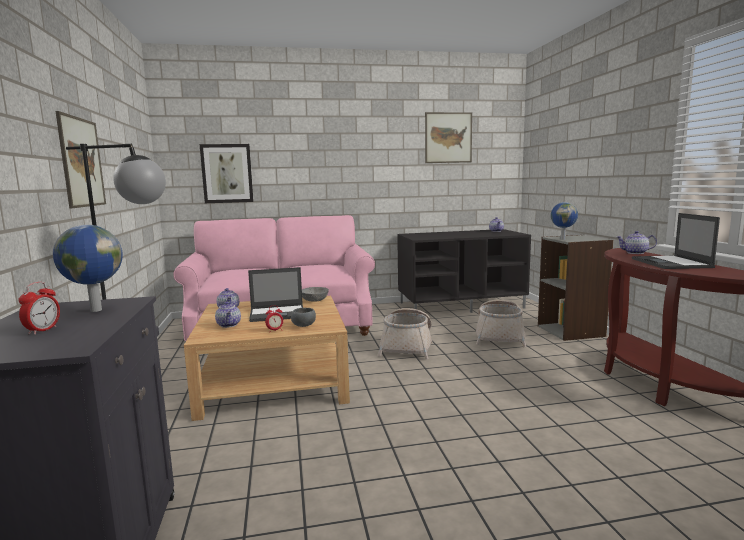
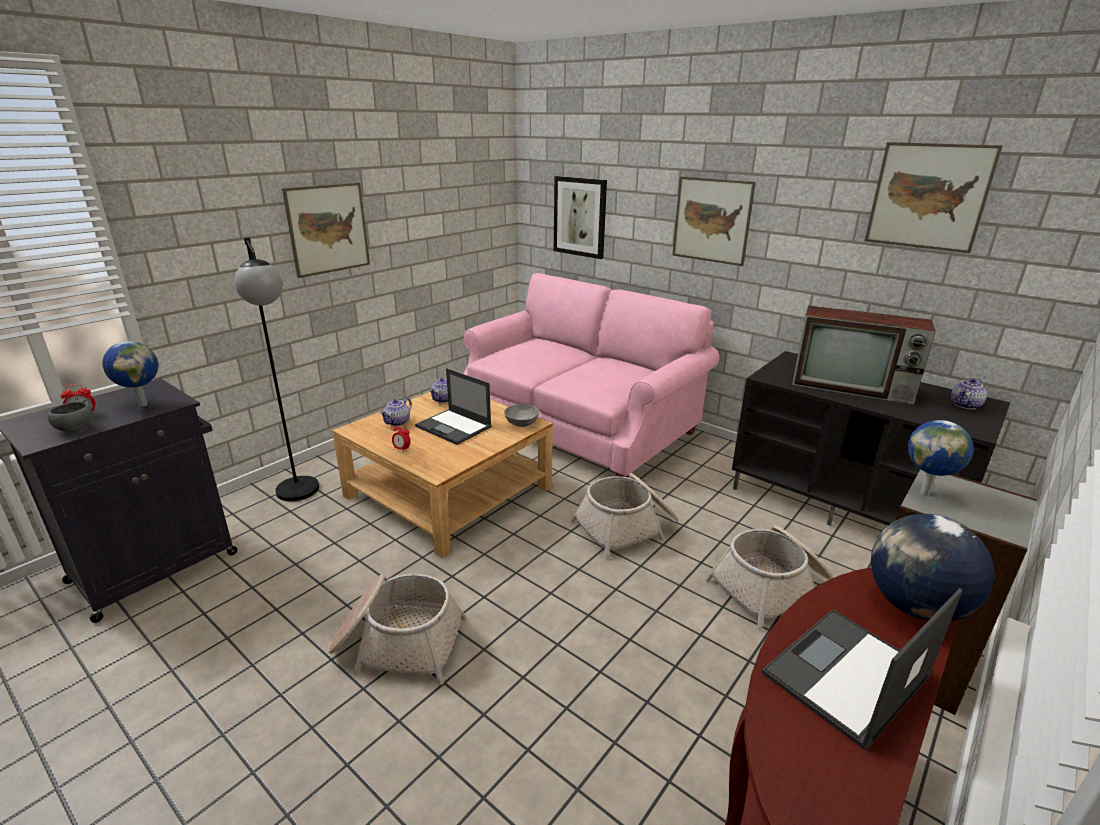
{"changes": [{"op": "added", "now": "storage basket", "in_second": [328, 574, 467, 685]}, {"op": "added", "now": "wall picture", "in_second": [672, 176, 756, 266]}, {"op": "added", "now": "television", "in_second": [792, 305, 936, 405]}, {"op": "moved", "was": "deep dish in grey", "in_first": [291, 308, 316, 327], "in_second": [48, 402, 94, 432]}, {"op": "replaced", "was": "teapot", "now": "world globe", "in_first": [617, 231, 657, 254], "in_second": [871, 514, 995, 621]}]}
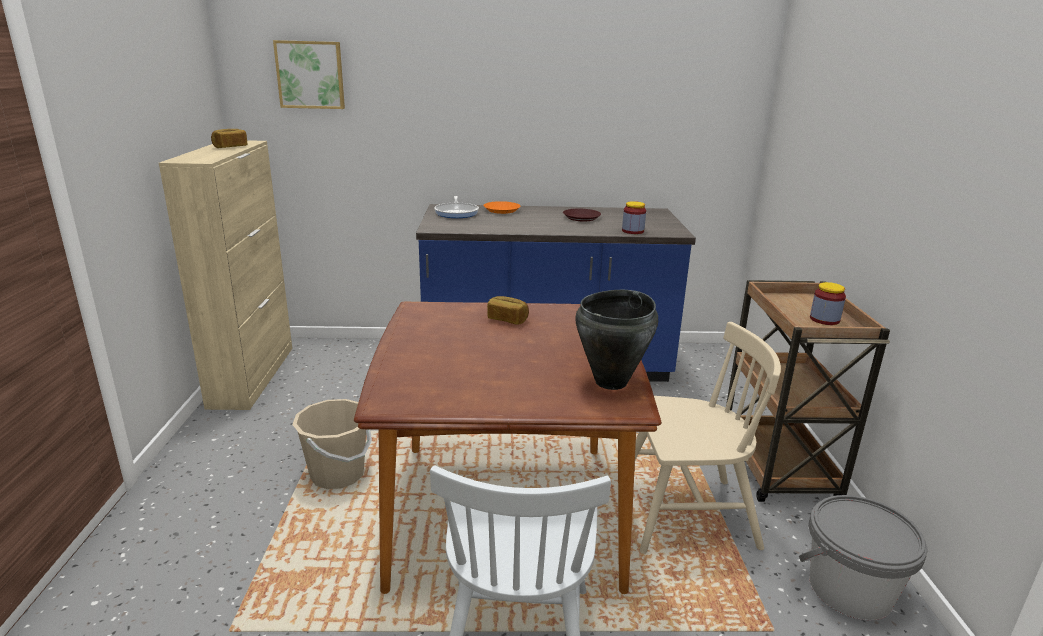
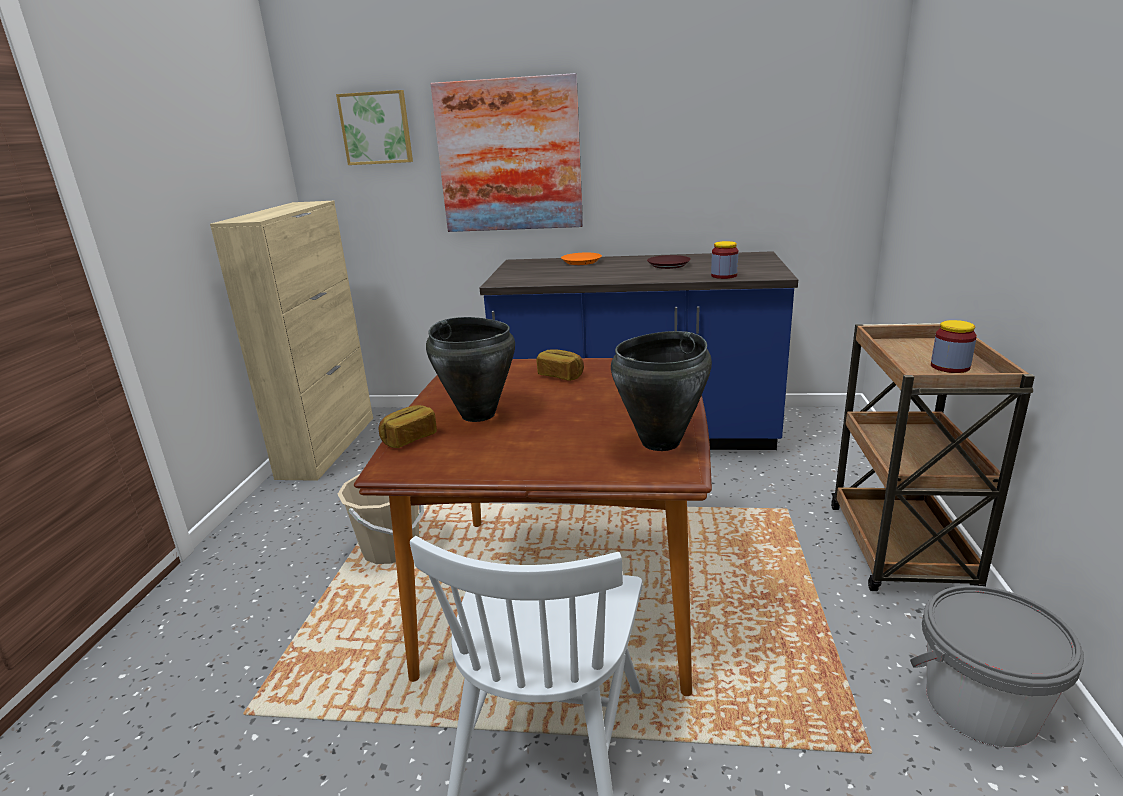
{"changes": [{"op": "removed", "was": "skillet", "in_first": [434, 196, 479, 218]}, {"op": "removed", "was": "plain chair in beige", "in_first": [635, 322, 781, 554]}, {"op": "added", "now": "stockpot in black-coloured", "in_second": [426, 317, 515, 422]}, {"op": "added", "now": "wall picture", "in_second": [431, 73, 583, 232]}, {"op": "moved", "was": "bread", "in_first": [211, 129, 247, 148], "in_second": [379, 405, 437, 448]}]}
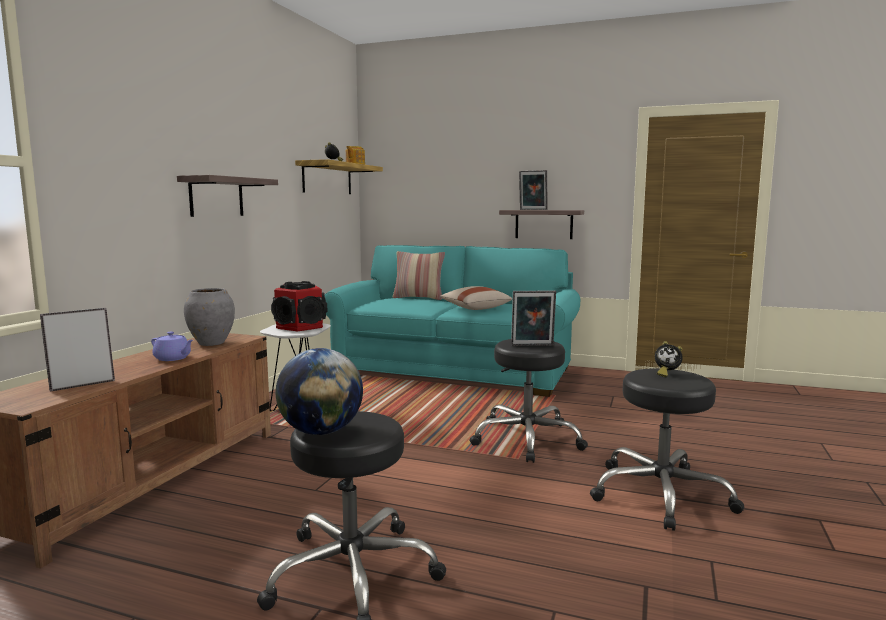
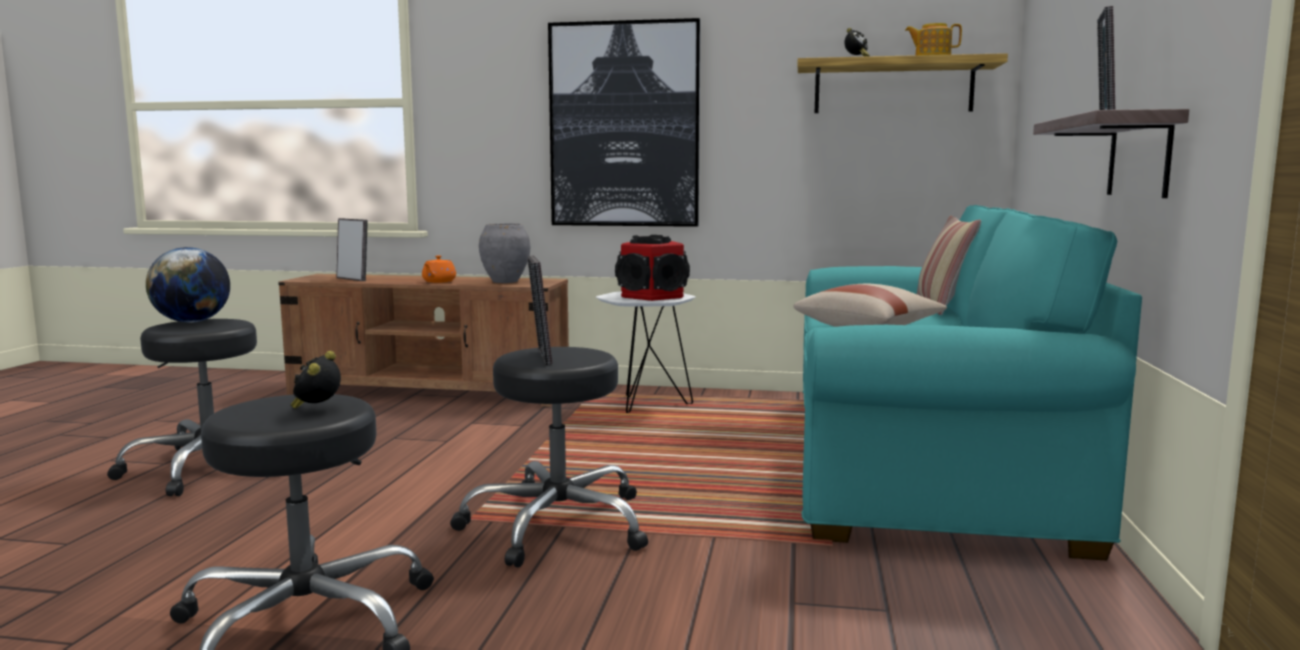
{"changes": [{"op": "replaced", "was": "bracket shelf", "now": "wall picture", "in_first": [177, 175, 278, 217], "in_second": [548, 18, 701, 227]}, {"op": "recoloured", "was": "teapot in purplish", "now": "teapot in orangey", "in_first": [151, 332, 193, 361], "in_second": [422, 255, 456, 283]}]}
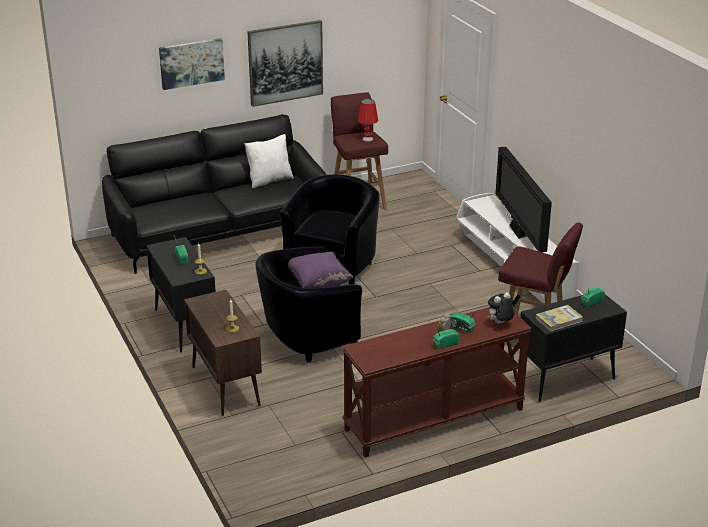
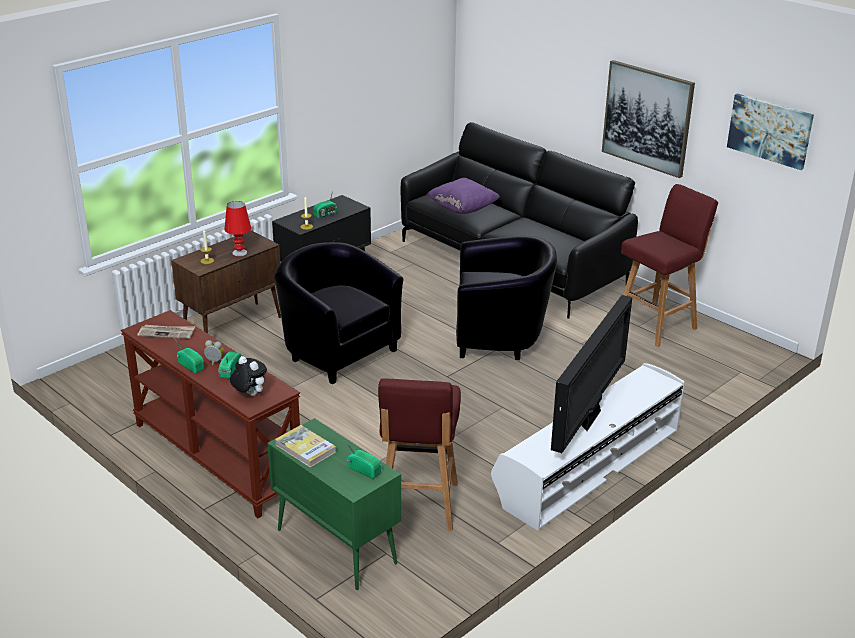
{"changes": [{"op": "removed", "was": "pillow in white", "in_first": [244, 134, 294, 189]}, {"op": "added", "now": "daily paper", "in_second": [137, 325, 195, 339]}, {"op": "moved", "was": "wall picture", "in_first": [159, 38, 225, 90], "in_second": [727, 93, 814, 170]}, {"op": "moved", "was": "pillow in purplish", "in_first": [288, 252, 354, 288], "in_second": [427, 178, 500, 214]}, {"op": "moved", "was": "table lamp in reddish", "in_first": [358, 99, 378, 142], "in_second": [224, 201, 251, 256]}, {"op": "recoloured", "was": "cupboard in black-coloured", "now": "cupboard in green-coloured", "in_first": [518, 294, 627, 402], "in_second": [267, 418, 401, 590]}, {"op": "turned", "was": "television", "in_first": [495, 147, 552, 252], "in_second": [551, 295, 632, 453], "clockwise": 150}]}
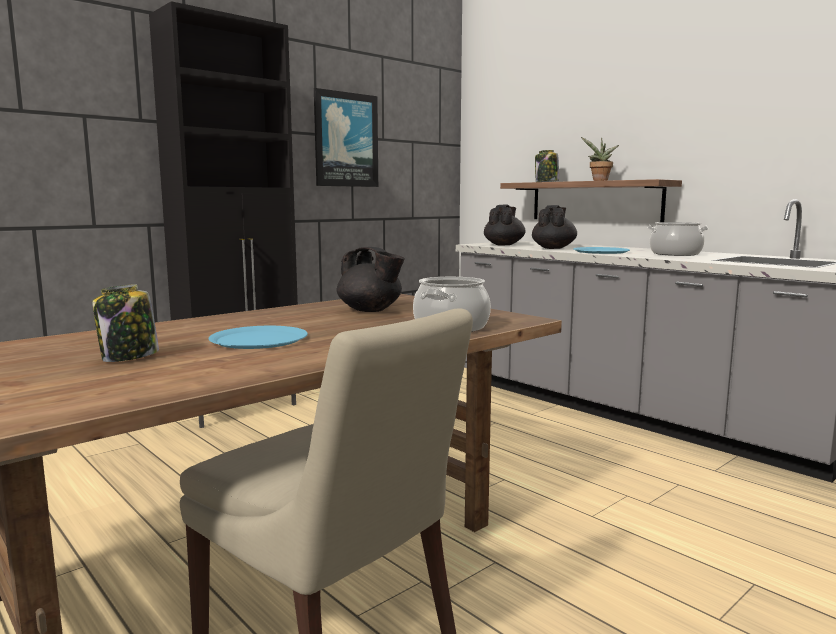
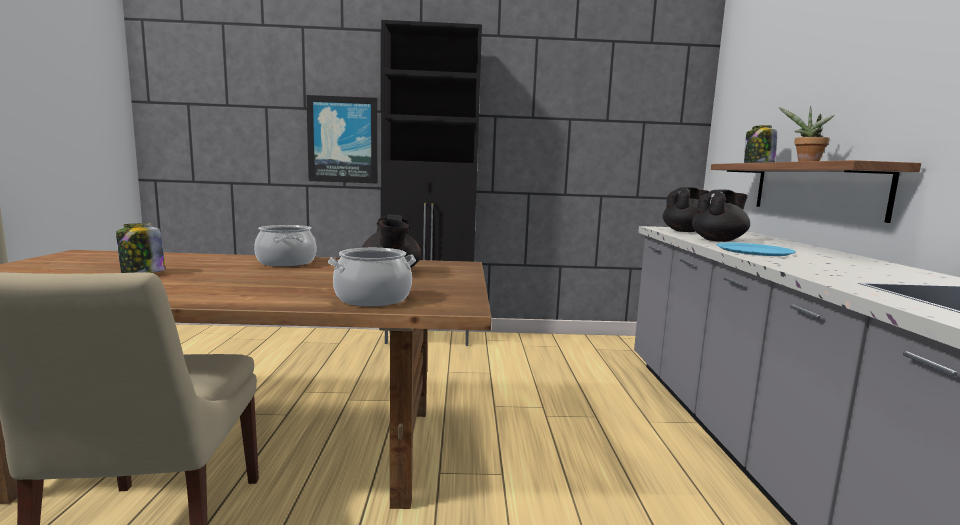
{"changes": [{"op": "removed", "was": "dinner plate in blue", "in_first": [209, 326, 308, 349]}, {"op": "moved", "was": "wall picture", "in_first": [314, 88, 378, 187], "in_second": [306, 95, 378, 183]}, {"op": "moved", "was": "stockpot", "in_first": [648, 222, 708, 256], "in_second": [254, 225, 316, 267]}]}
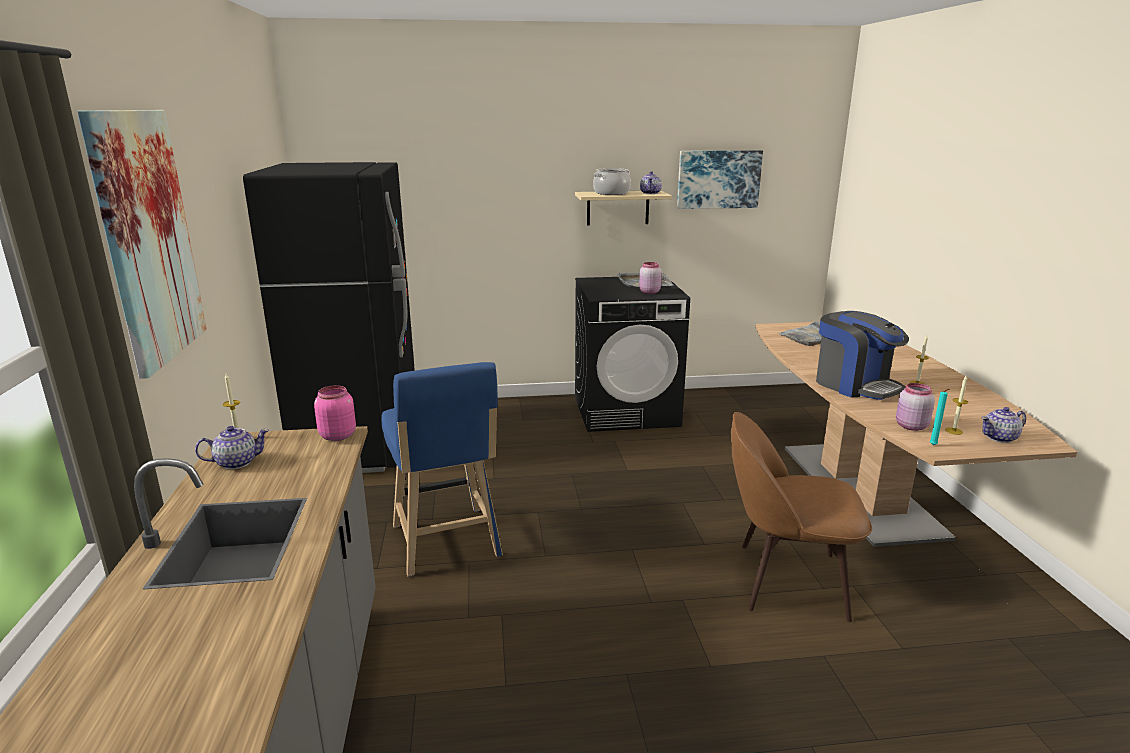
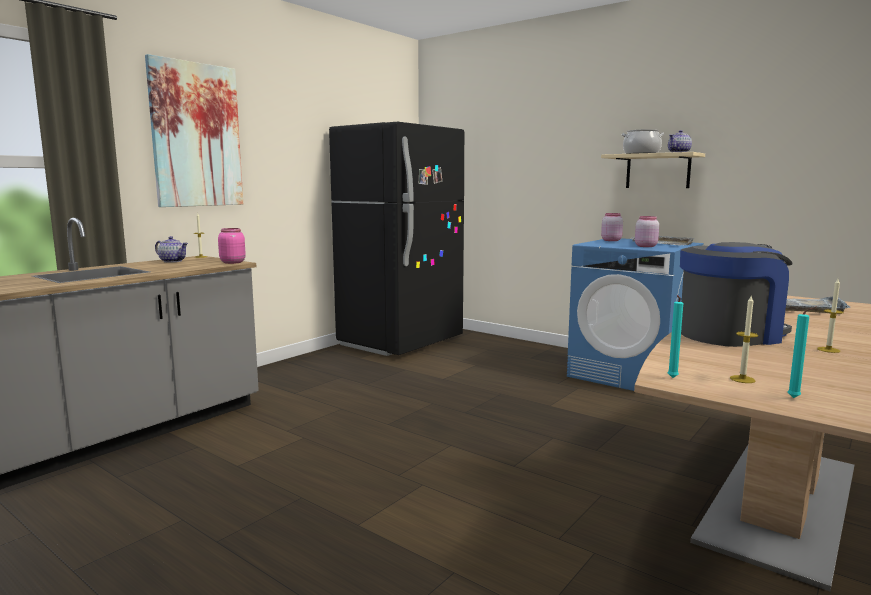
{"changes": [{"op": "removed", "was": "stool seat in blue", "in_first": [381, 362, 503, 577]}, {"op": "removed", "was": "wall picture", "in_first": [677, 150, 763, 209]}, {"op": "removed", "was": "plain chair in brown-coloured", "in_first": [731, 412, 872, 622]}, {"op": "moved", "was": "jar in pinkish", "in_first": [896, 383, 935, 431], "in_second": [601, 213, 623, 241]}, {"op": "replaced", "was": "teapot", "now": "wax candle in blue-green", "in_first": [982, 407, 1026, 443], "in_second": [788, 307, 816, 398]}, {"op": "recoloured", "was": "laundry machine in black-coloured", "now": "laundry machine in blue", "in_first": [575, 277, 690, 432], "in_second": [567, 238, 704, 391]}, {"op": "turned", "was": "coffee brewer", "in_first": [816, 311, 909, 400], "in_second": [680, 242, 793, 347], "clockwise": -120}]}
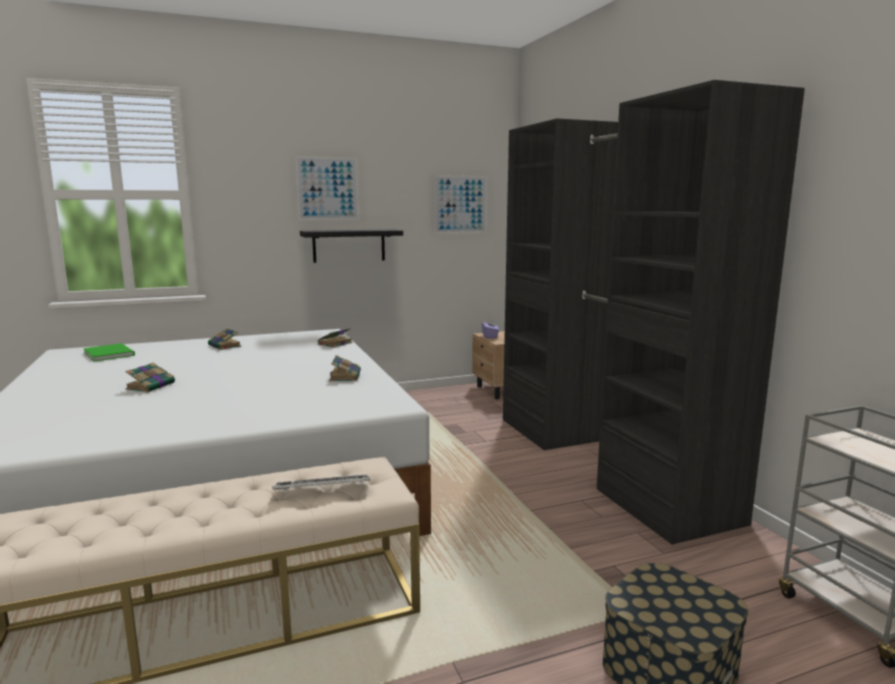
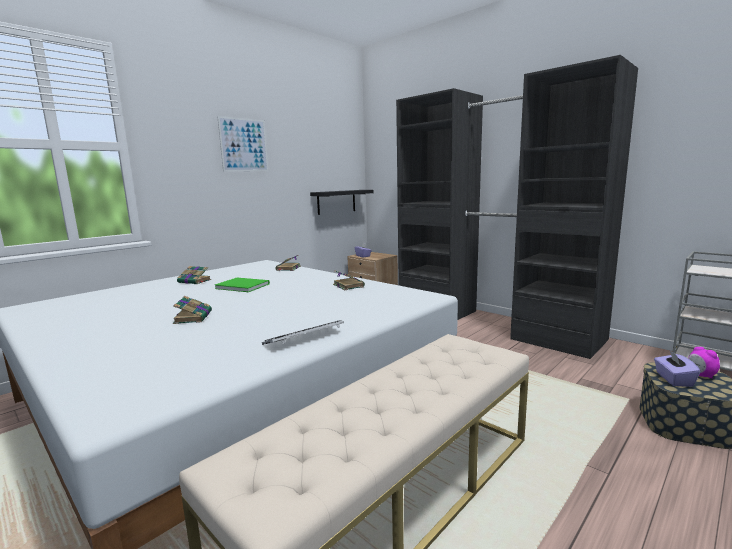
{"changes": [{"op": "removed", "was": "wall picture", "in_first": [434, 175, 487, 234]}, {"op": "added", "now": "tissue holder in purplish", "in_second": [654, 350, 701, 387]}, {"op": "added", "now": "bedside clock", "in_second": [688, 347, 720, 379]}, {"op": "moved", "was": "volume in green-coloured", "in_first": [83, 343, 135, 362], "in_second": [215, 278, 270, 292]}, {"op": "moved", "was": "computer keyboard", "in_first": [272, 475, 370, 493], "in_second": [262, 320, 344, 345]}, {"op": "moved", "was": "bracket shelf in black-coloured", "in_first": [300, 229, 403, 263], "in_second": [310, 190, 374, 215]}]}
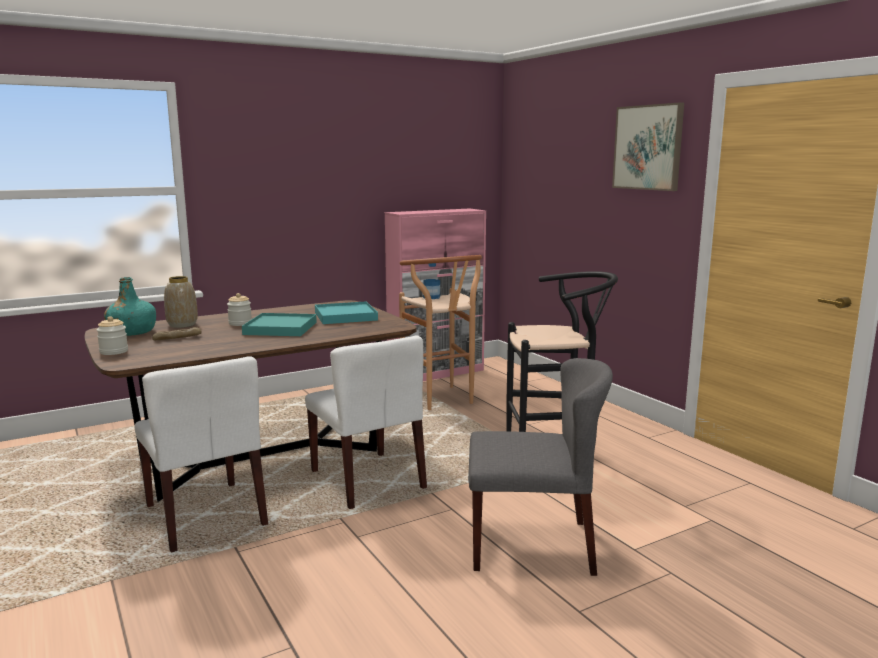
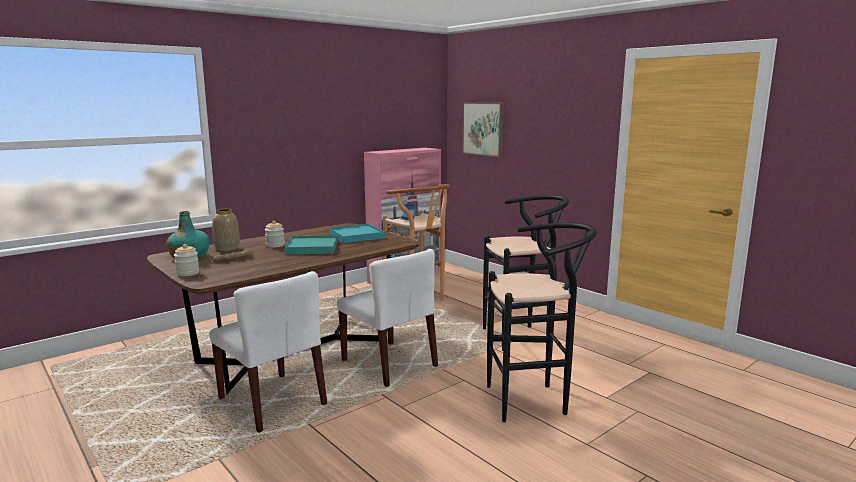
{"changes": [{"op": "moved", "was": "wall picture", "in_first": [612, 102, 684, 191], "in_second": [462, 102, 504, 157]}, {"op": "replaced", "was": "plain chair in grey", "now": "stool seat in black-coloured", "in_first": [468, 358, 613, 576], "in_second": [487, 223, 597, 422]}]}
